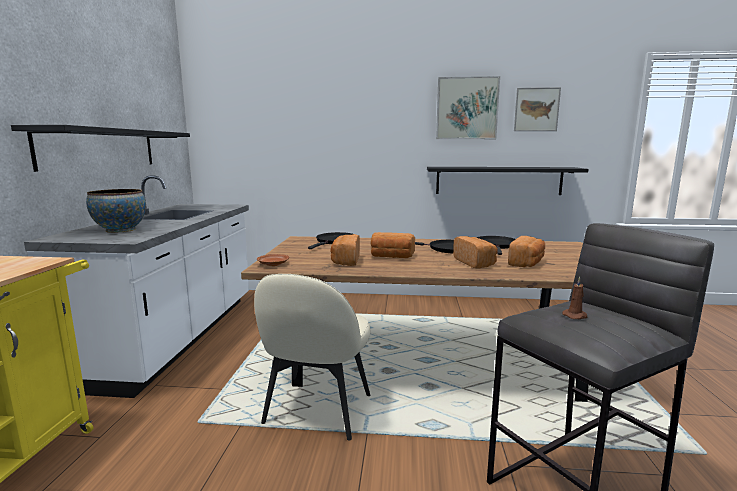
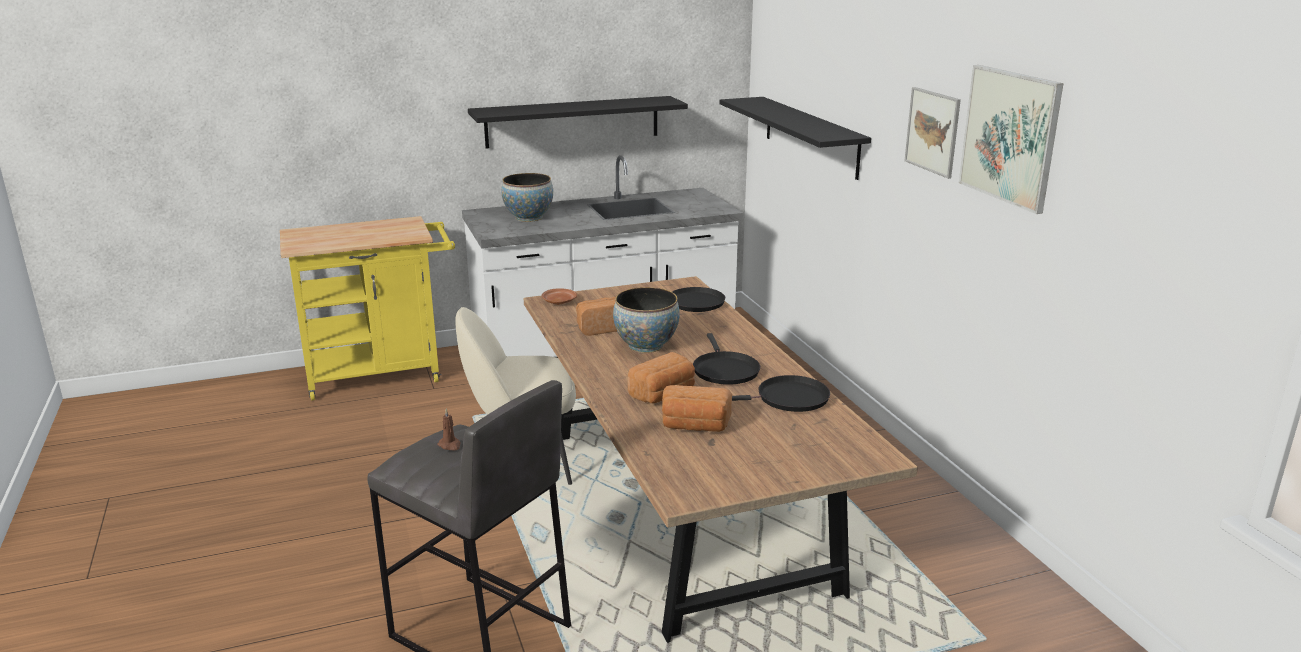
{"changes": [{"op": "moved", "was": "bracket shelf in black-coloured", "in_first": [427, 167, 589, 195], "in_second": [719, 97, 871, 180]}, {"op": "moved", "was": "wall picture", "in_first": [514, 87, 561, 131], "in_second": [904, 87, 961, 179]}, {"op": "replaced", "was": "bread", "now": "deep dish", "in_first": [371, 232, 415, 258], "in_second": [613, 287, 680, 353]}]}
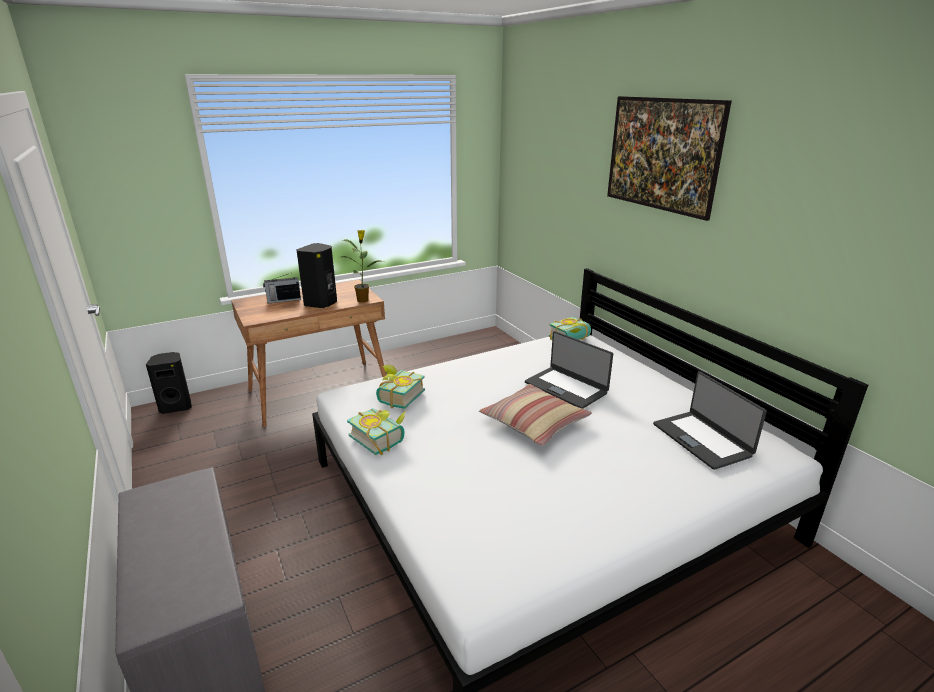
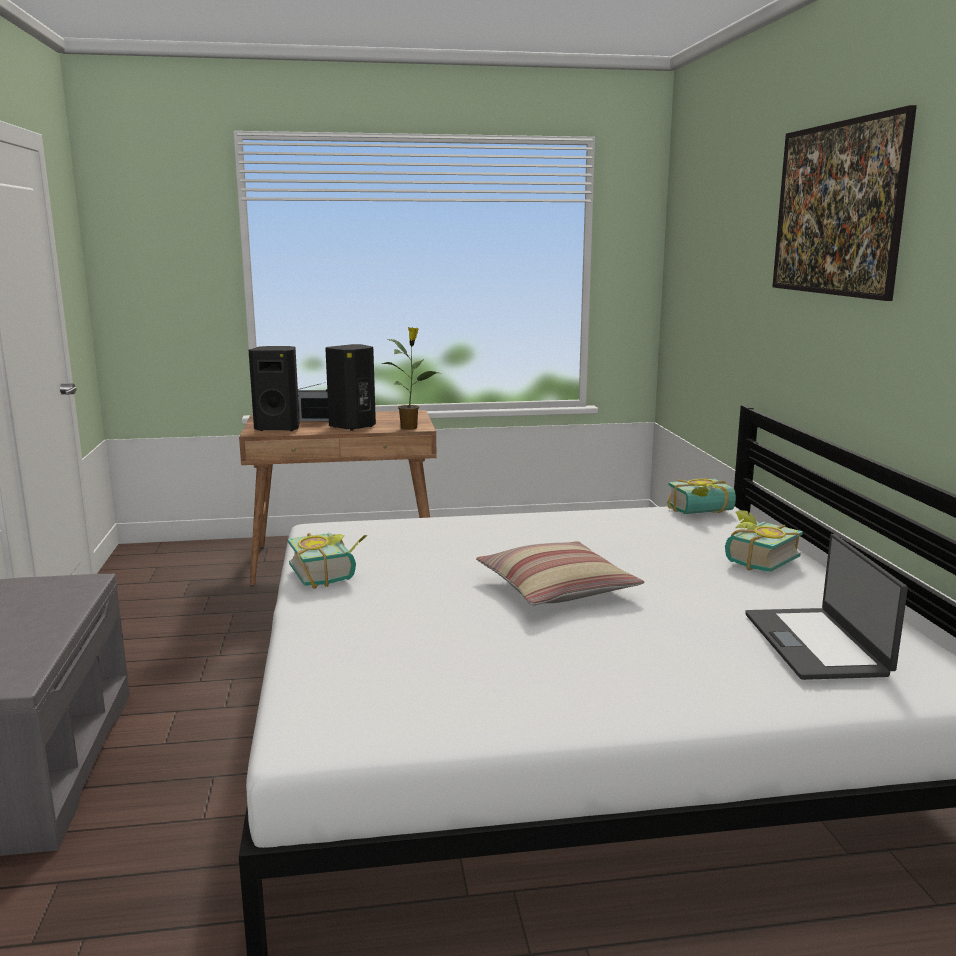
{"changes": [{"op": "removed", "was": "portable computer", "in_first": [525, 331, 613, 409]}, {"op": "moved", "was": "audio speaker in black-coloured", "in_first": [146, 352, 192, 414], "in_second": [249, 346, 300, 431]}, {"op": "moved", "was": "volume", "in_first": [376, 365, 425, 409], "in_second": [725, 510, 803, 572]}]}
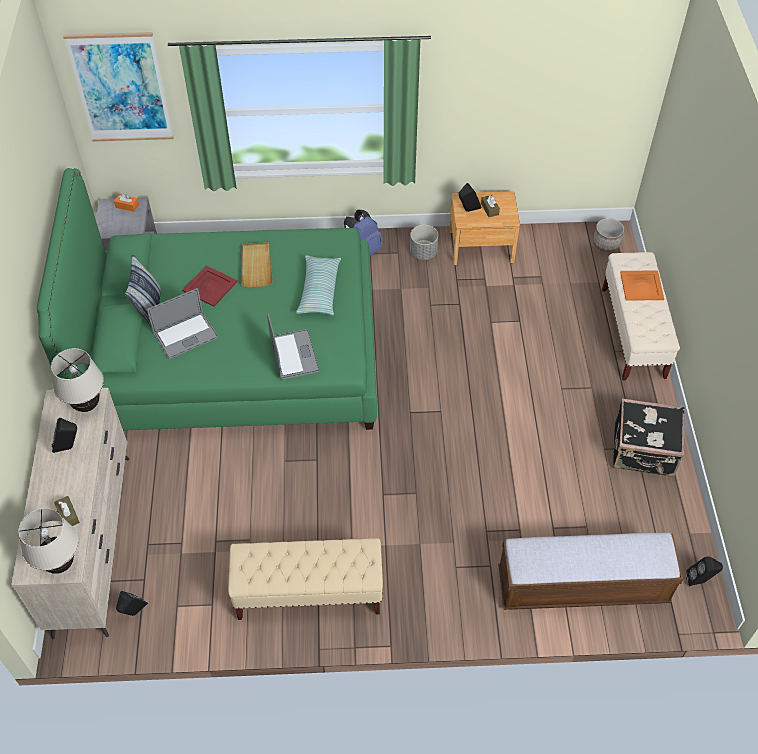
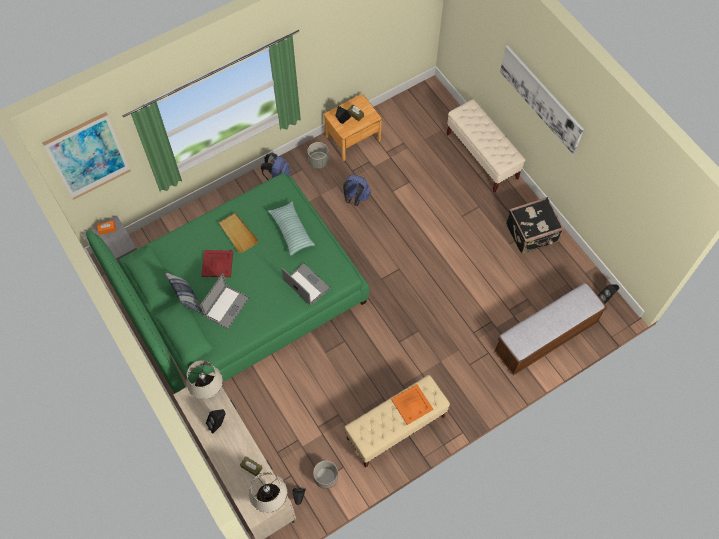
{"changes": [{"op": "added", "now": "rucksack in blue", "in_second": [343, 175, 371, 206]}, {"op": "added", "now": "wall picture", "in_second": [500, 45, 584, 154]}, {"op": "moved", "was": "plant pot", "in_first": [593, 218, 624, 252], "in_second": [313, 460, 338, 489]}, {"op": "moved", "was": "tray in orangey", "in_first": [620, 271, 664, 301], "in_second": [391, 384, 433, 425]}]}
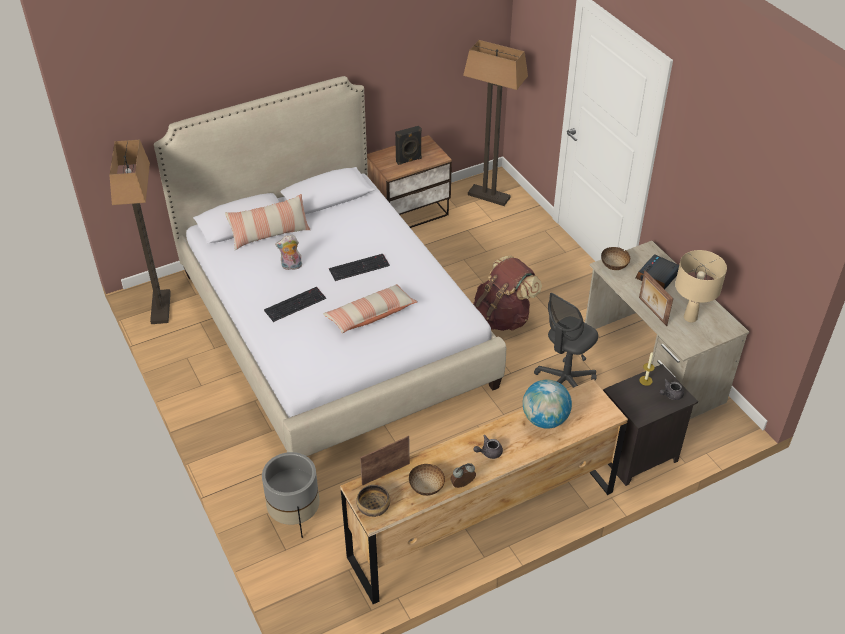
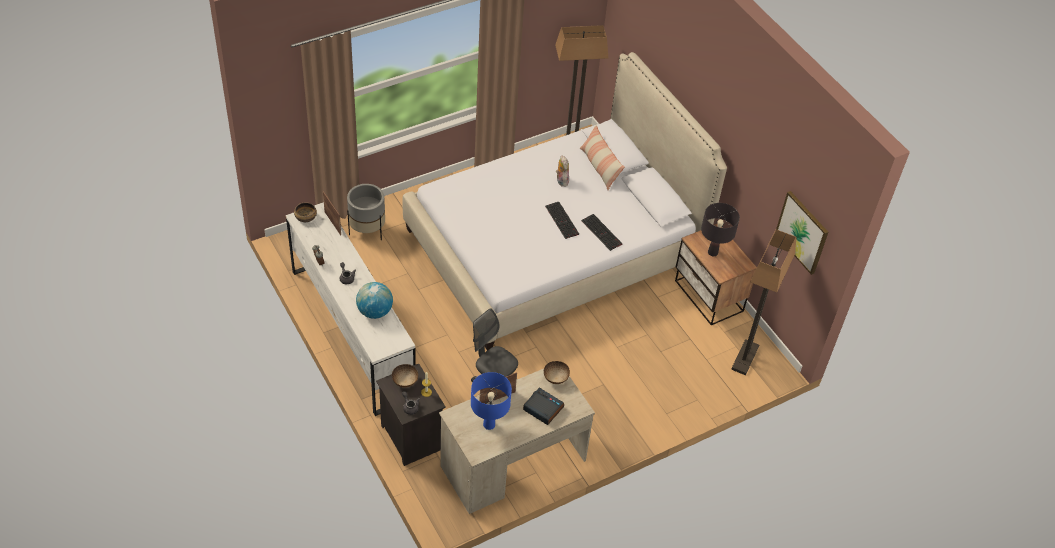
{"changes": [{"op": "removed", "was": "pillow", "in_first": [323, 284, 418, 333]}, {"op": "removed", "was": "rucksack in brown-coloured", "in_first": [473, 255, 542, 331]}, {"op": "added", "now": "wall picture", "in_second": [776, 191, 828, 275]}, {"op": "moved", "was": "computer keyboard", "in_first": [264, 287, 326, 322], "in_second": [581, 214, 622, 251]}, {"op": "moved", "was": "deep dish", "in_first": [409, 464, 445, 496], "in_second": [392, 364, 418, 388]}, {"op": "replaced", "was": "audio speaker in black-coloured", "now": "table lamp in black-coloured", "in_first": [395, 126, 422, 165], "in_second": [701, 203, 740, 256]}, {"op": "recoloured", "was": "dresser in brown-coloured", "now": "dresser in white", "in_first": [340, 380, 628, 604], "in_second": [286, 202, 416, 416]}, {"op": "recoloured", "was": "table lamp in beige", "now": "table lamp in blue", "in_first": [675, 250, 727, 323], "in_second": [471, 372, 512, 430]}]}
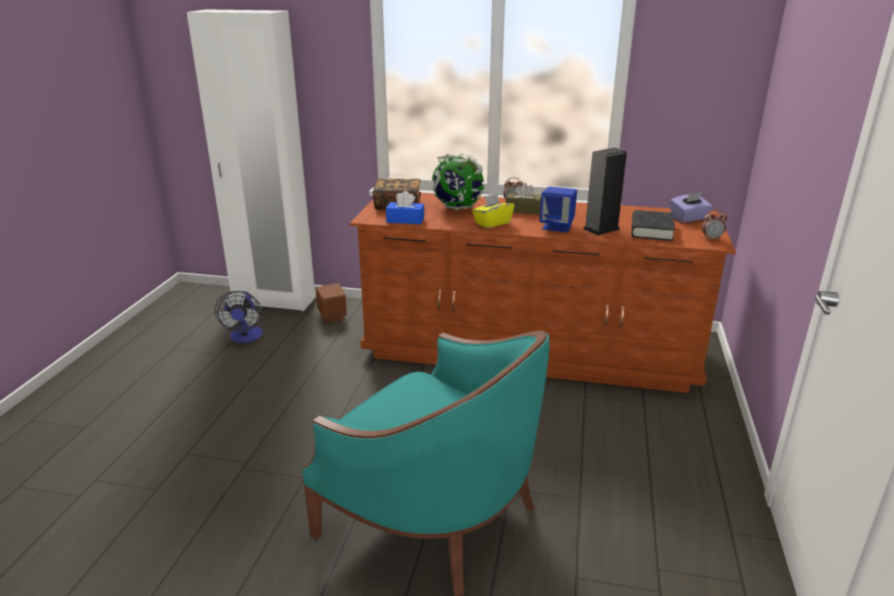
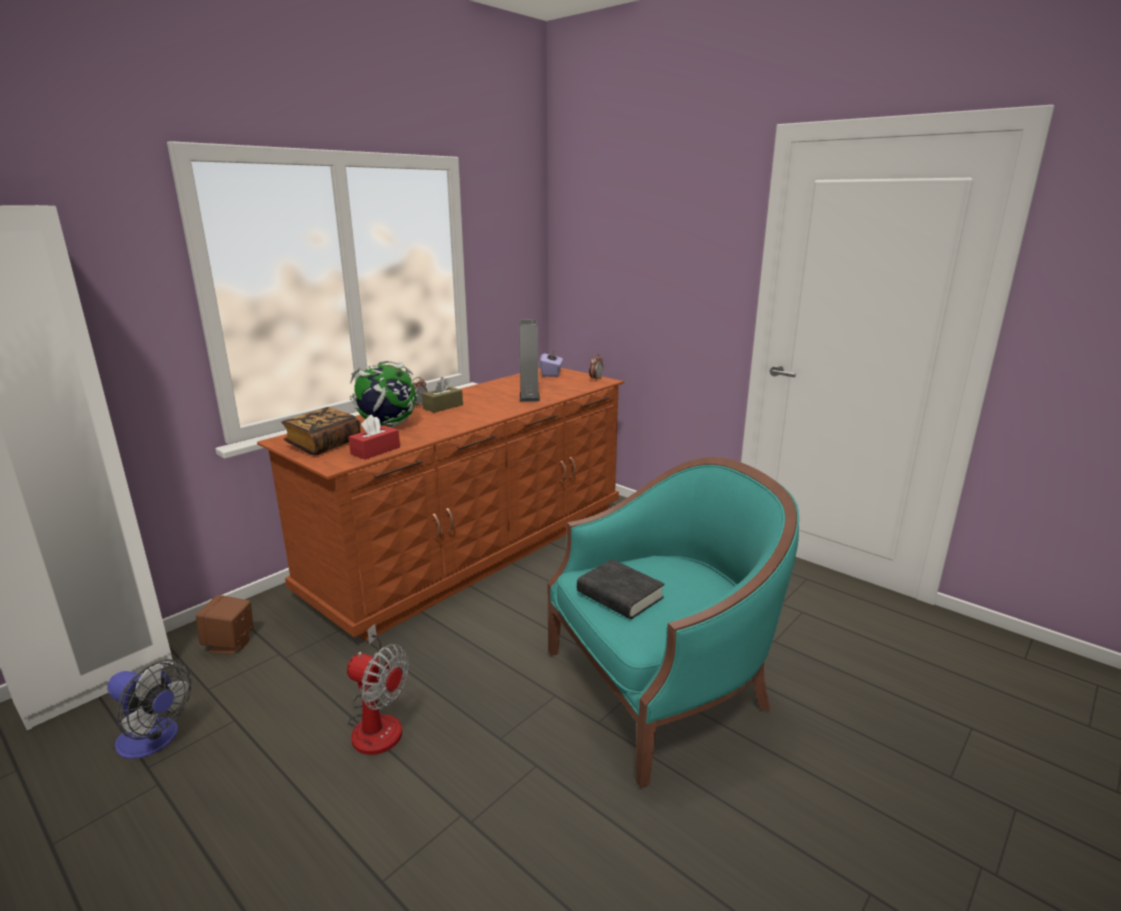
{"changes": [{"op": "removed", "was": "tissue holder in yellowish", "in_first": [472, 193, 514, 228]}, {"op": "removed", "was": "audio speaker in blue", "in_first": [539, 187, 577, 232]}, {"op": "added", "now": "cooling fan", "in_second": [347, 624, 409, 755]}, {"op": "moved", "was": "volume in black-coloured", "in_first": [631, 210, 675, 241], "in_second": [577, 559, 665, 619]}, {"op": "recoloured", "was": "tissue holder in blue", "now": "tissue holder in reddish", "in_first": [386, 191, 424, 224], "in_second": [349, 415, 400, 460]}]}
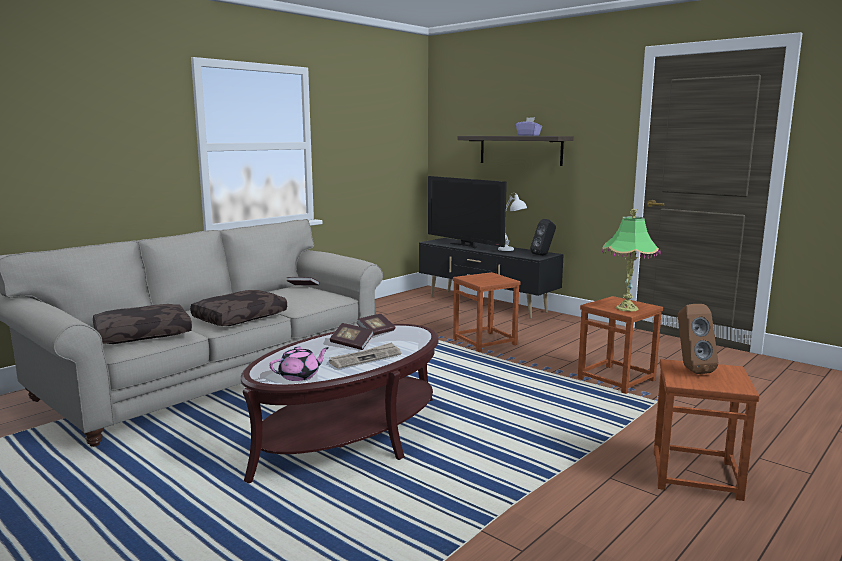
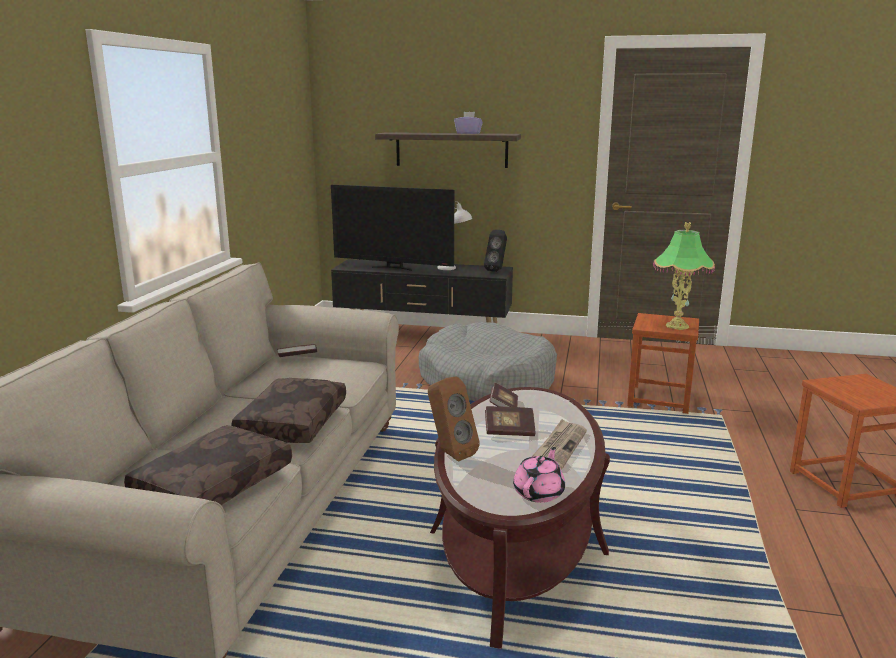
{"changes": [{"op": "moved", "was": "audio speaker in brown-coloured", "in_first": [678, 304, 719, 374], "in_second": [428, 376, 480, 462]}, {"op": "replaced", "was": "stool seat in brown-coloured", "now": "dog bed in grey", "in_first": [453, 272, 520, 352], "in_second": [419, 322, 557, 401]}]}
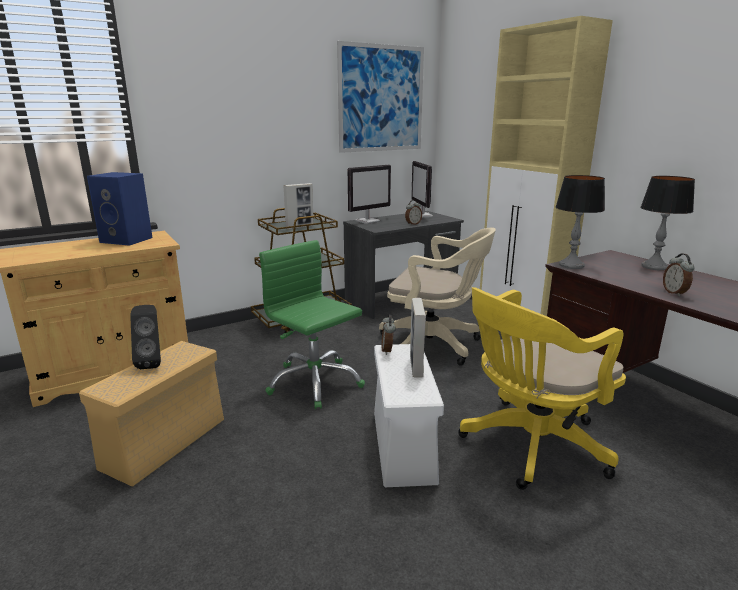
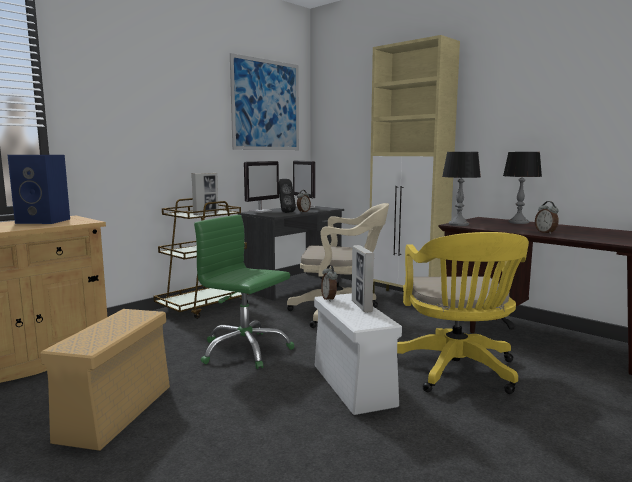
{"changes": [{"op": "moved", "was": "audio speaker in black-coloured", "in_first": [130, 305, 161, 369], "in_second": [278, 179, 296, 213]}, {"op": "turned", "was": "desk chair in yellowish", "in_first": [458, 287, 626, 490], "in_second": [397, 232, 529, 394], "clockwise": -45}]}
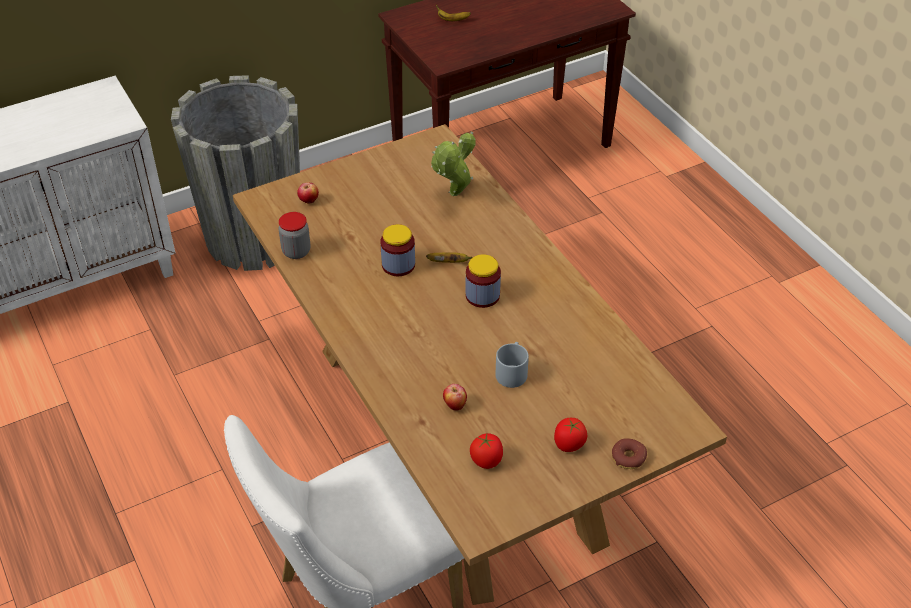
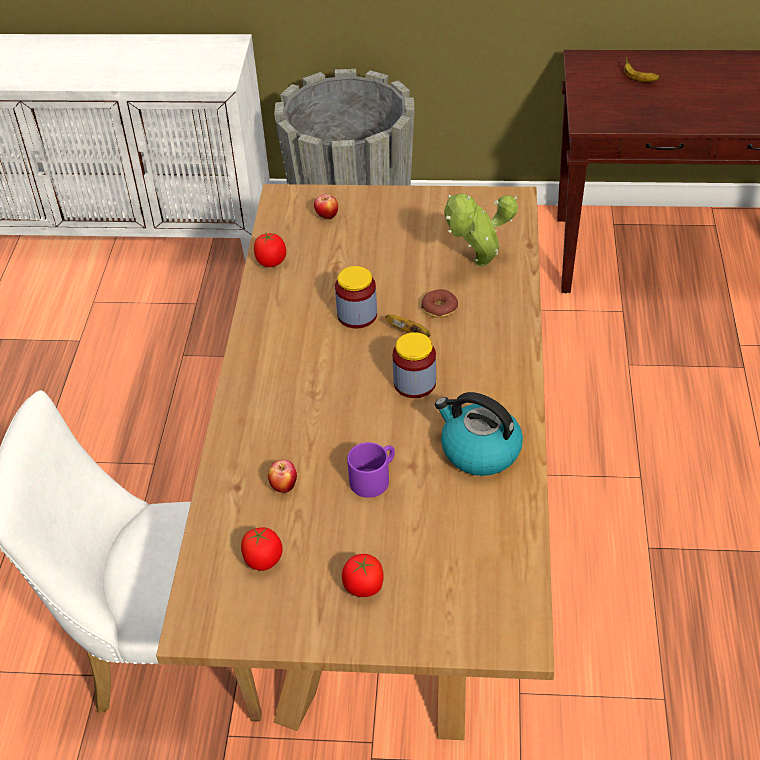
{"changes": [{"op": "added", "now": "kettle", "in_second": [435, 392, 523, 476]}, {"op": "moved", "was": "doughnut", "in_first": [612, 438, 647, 469], "in_second": [421, 289, 458, 318]}, {"op": "replaced", "was": "jar", "now": "fresh tomato", "in_first": [279, 212, 310, 259], "in_second": [254, 232, 286, 267]}, {"op": "recoloured", "was": "coffee mug in grey", "now": "coffee mug in purplish", "in_first": [496, 342, 529, 388], "in_second": [347, 442, 395, 498]}]}
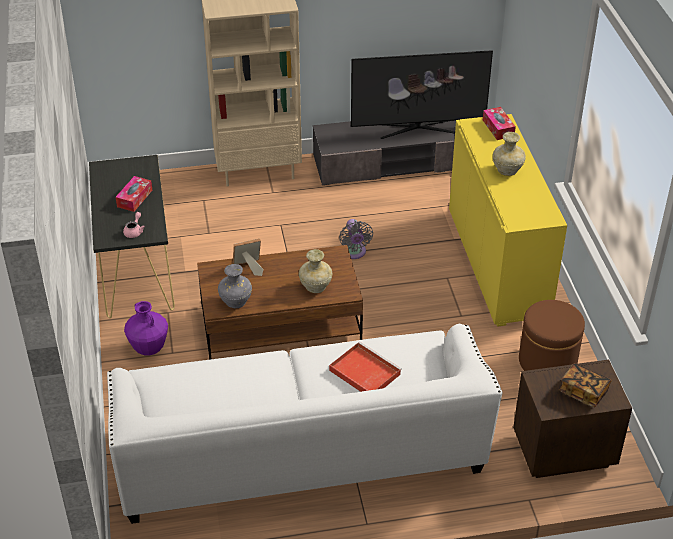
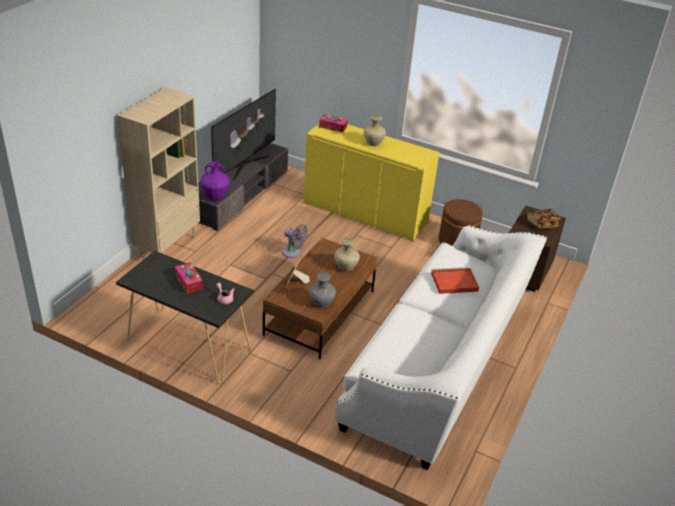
{"changes": [{"op": "moved", "was": "decorative vase in purplish", "in_first": [124, 301, 168, 356], "in_second": [200, 161, 230, 201]}]}
